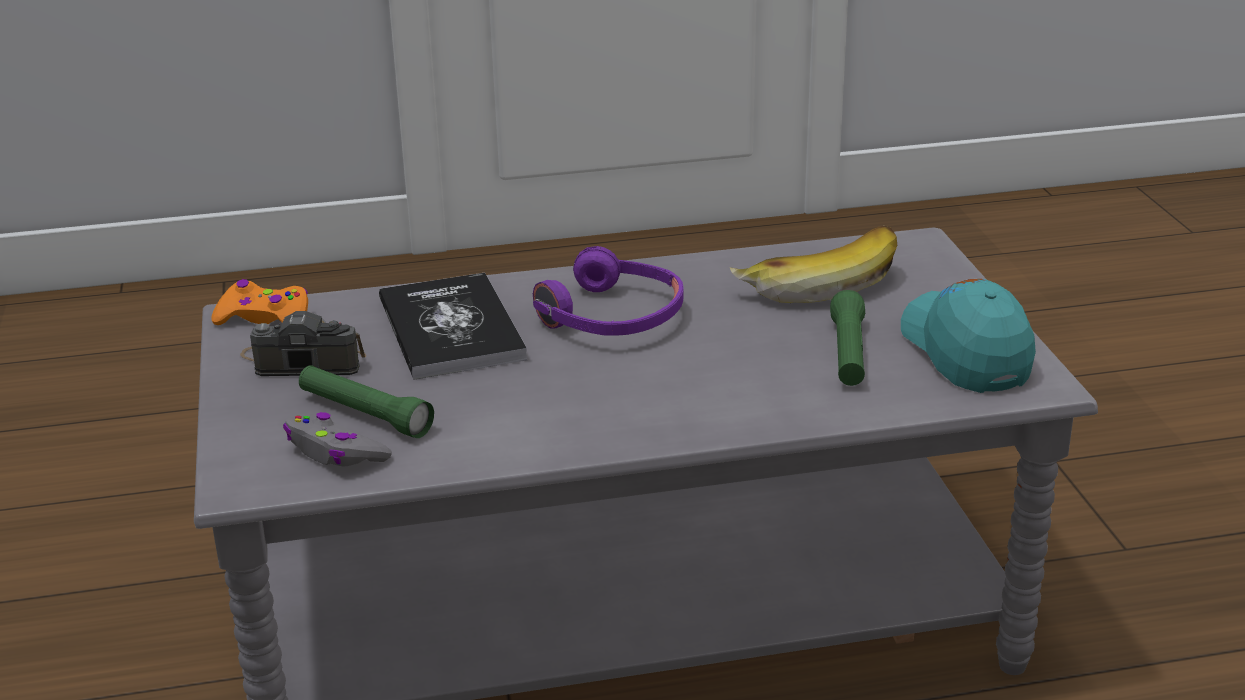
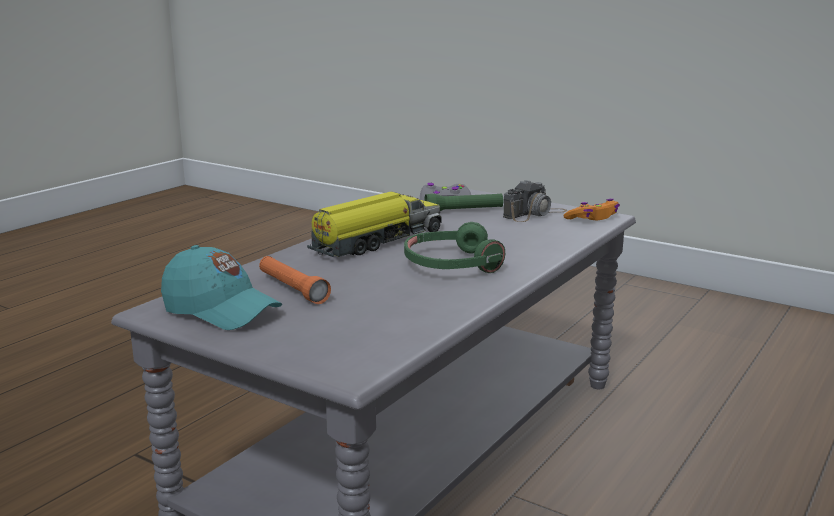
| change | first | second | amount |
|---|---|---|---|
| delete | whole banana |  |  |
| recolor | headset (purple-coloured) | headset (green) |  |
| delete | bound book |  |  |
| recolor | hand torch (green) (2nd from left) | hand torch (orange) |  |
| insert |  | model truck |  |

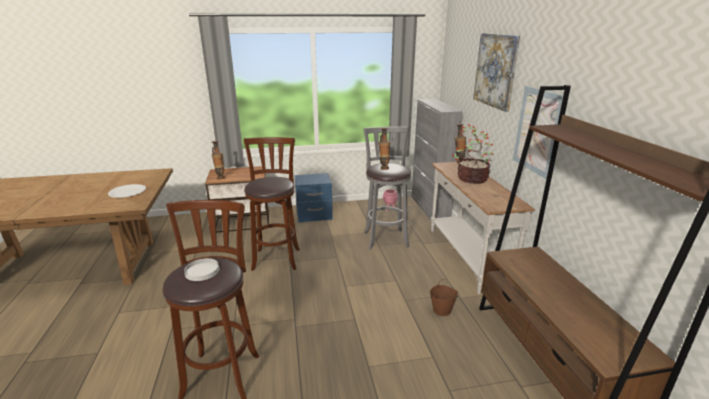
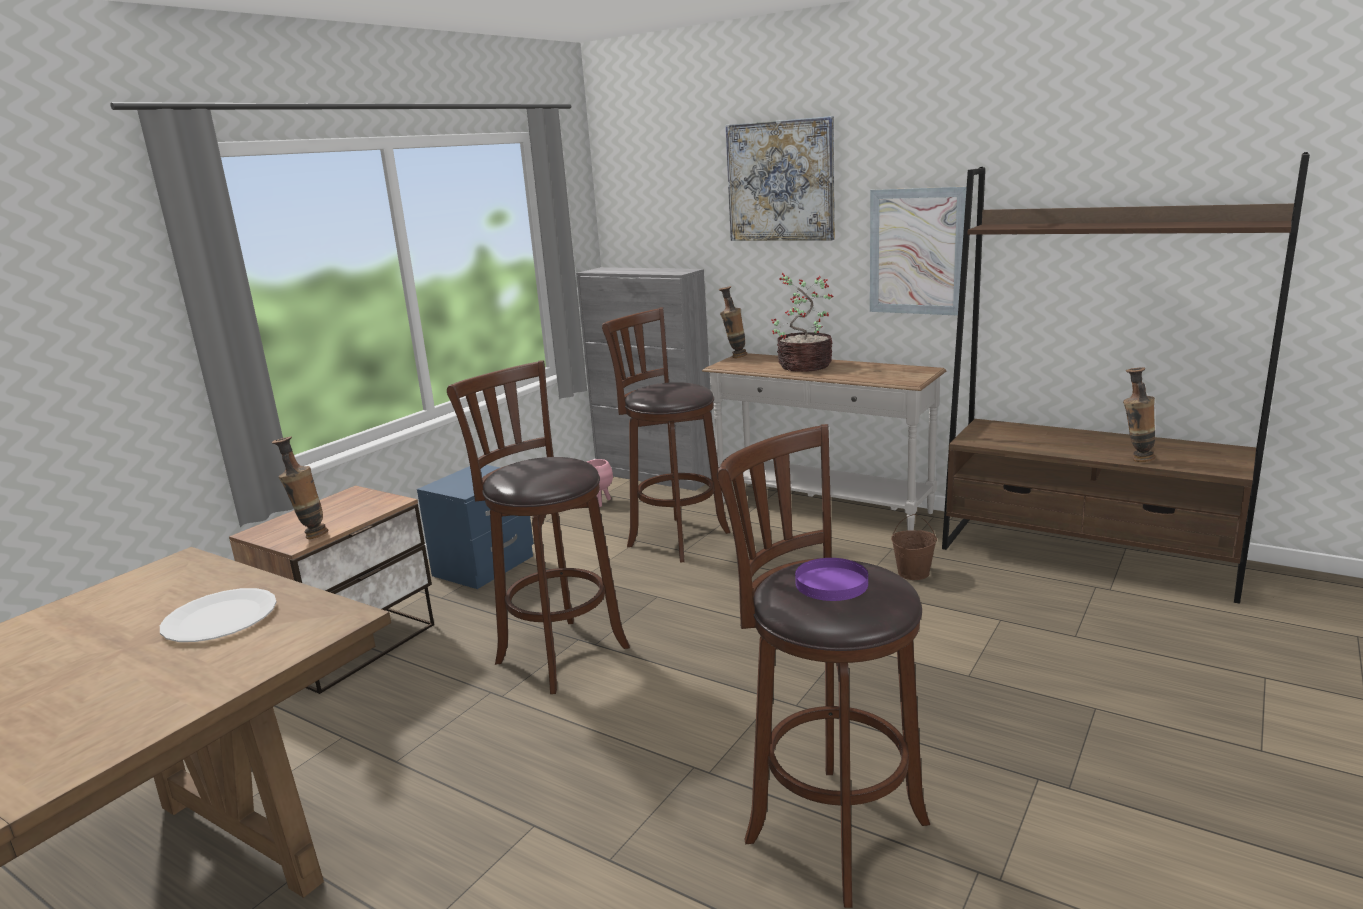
| change | first | second | amount |
|---|---|---|---|
| recolor | stool (gray) | stool (brownish) (2nd from left) |  |
| move | decorative vase (2nd from left in the first image) | decorative vase (3rd from left) |  |
| recolor | plate (white) (2nd from left) | plate (purple-coloured) |  |

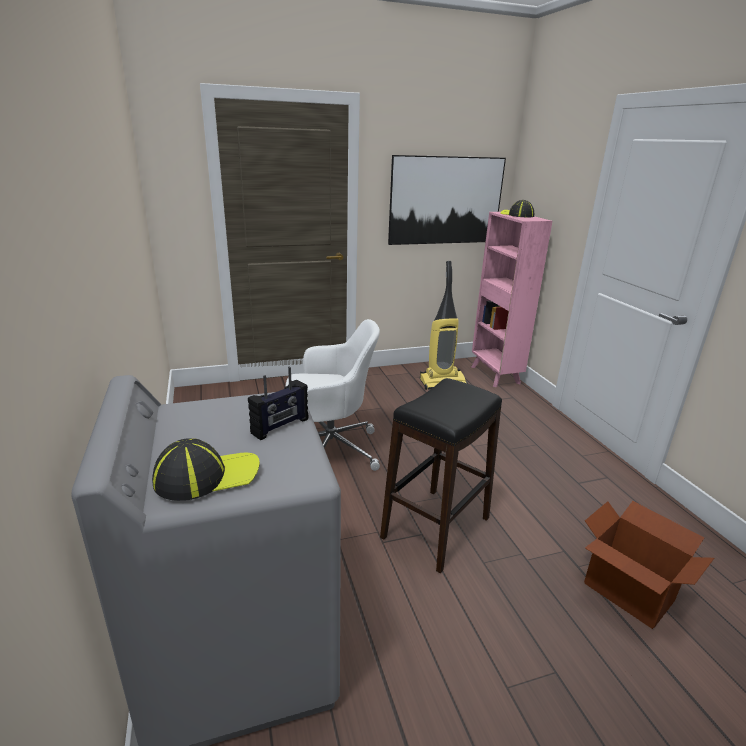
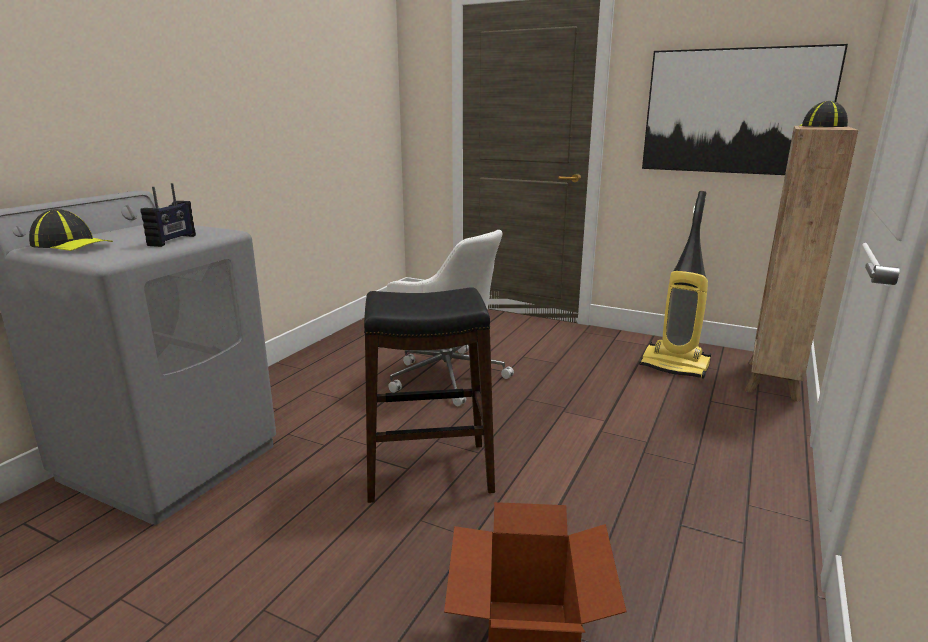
| change | first | second | amount |
|---|---|---|---|
| recolor | bookshelf (pink-coloured) | bookshelf (brownish) |  |
| rotate | radio set |  | 75 degrees counterclockwise |

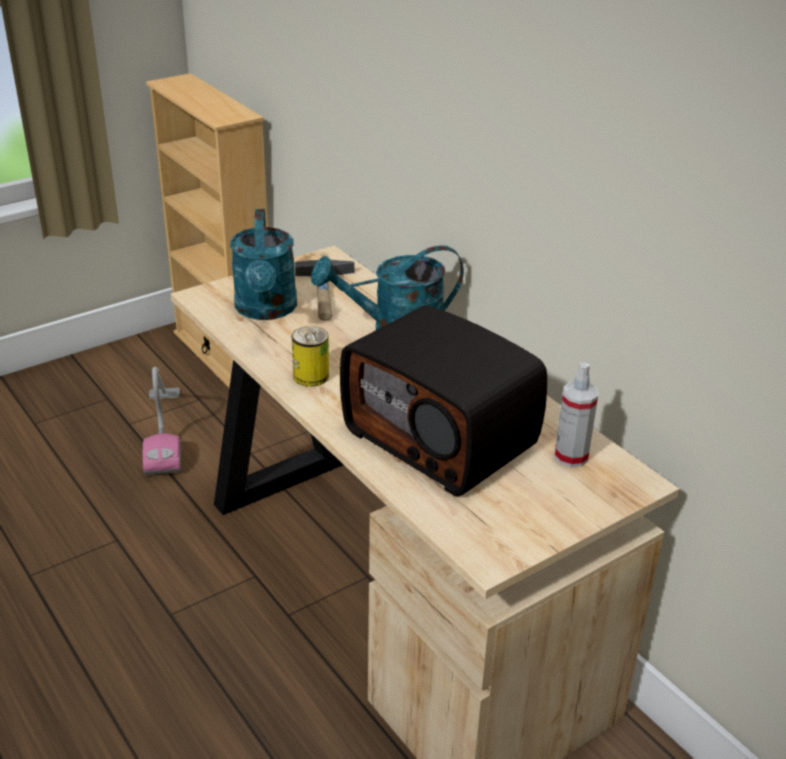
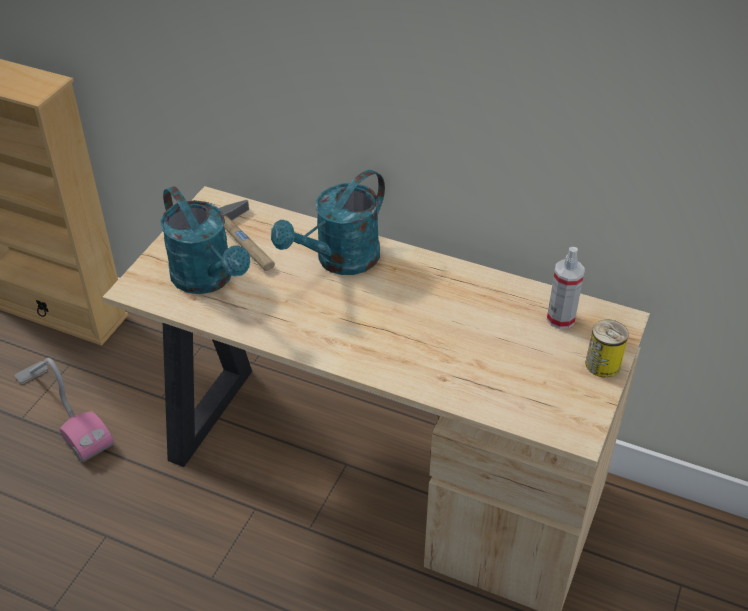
| change | first | second | amount |
|---|---|---|---|
| delete | radio set |  |  |
| move | sealed can |  |  |

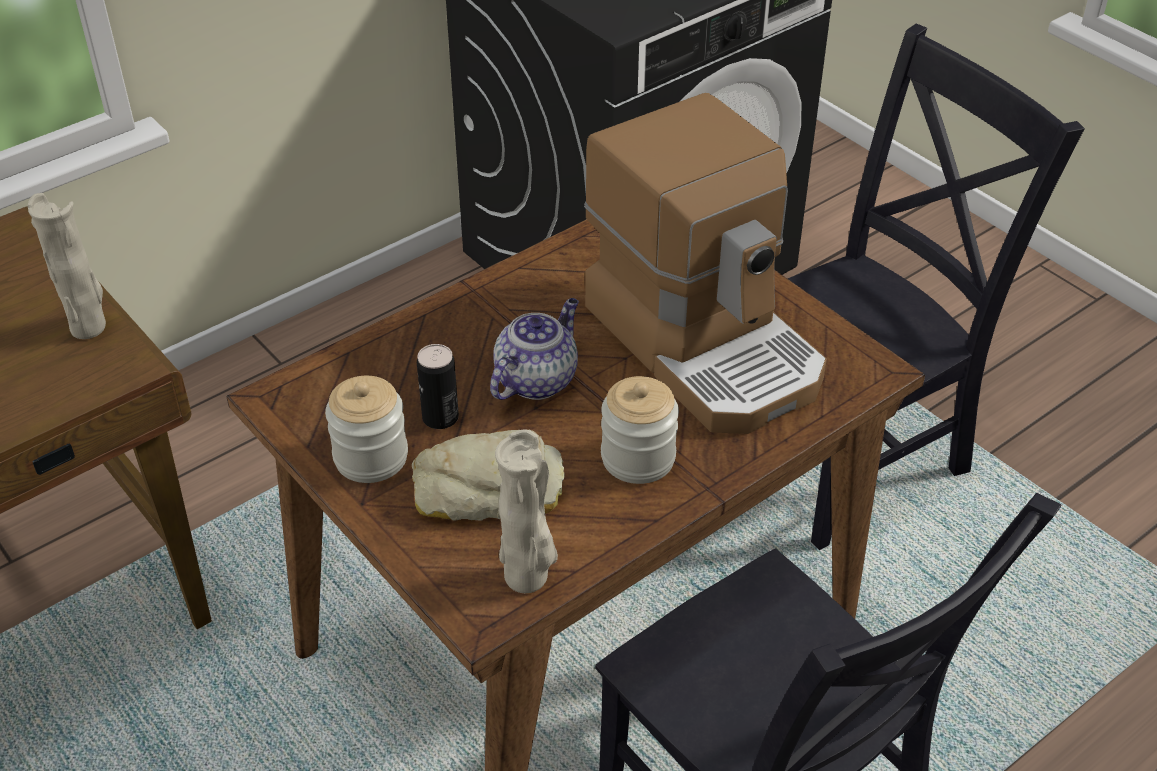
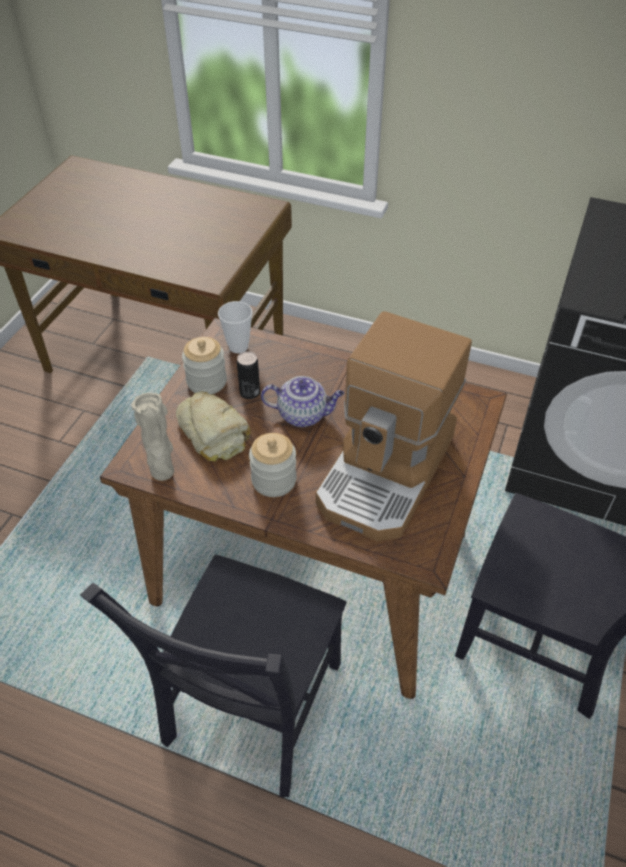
| change | first | second | amount |
|---|---|---|---|
| delete | decorative vase (beige) (1st from left) |  |  |
| insert |  | drinking cup |  |

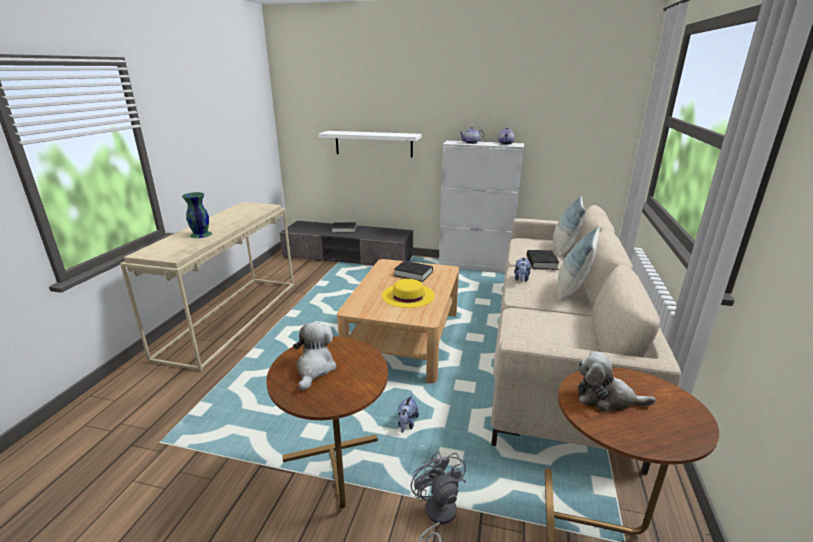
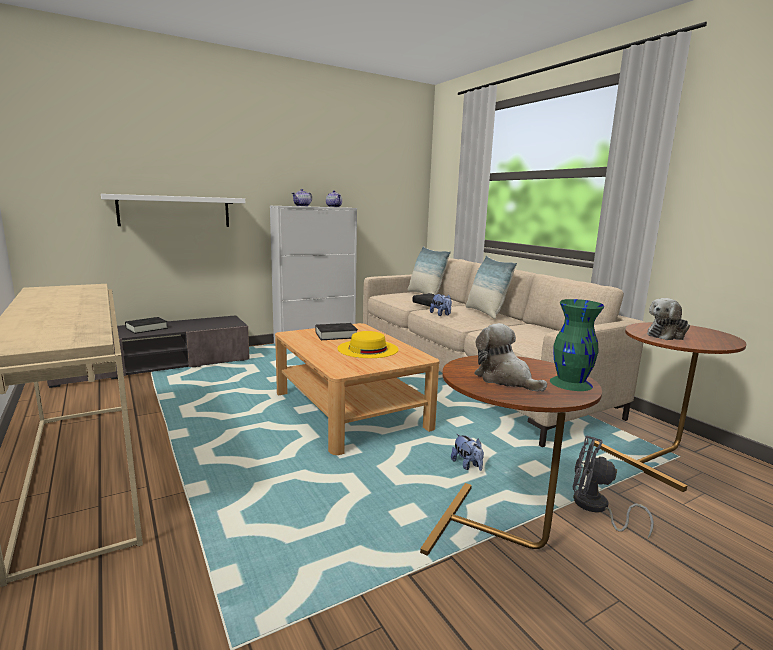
| change | first | second | amount |
|---|---|---|---|
| move | decorative vase (green) |  |  |

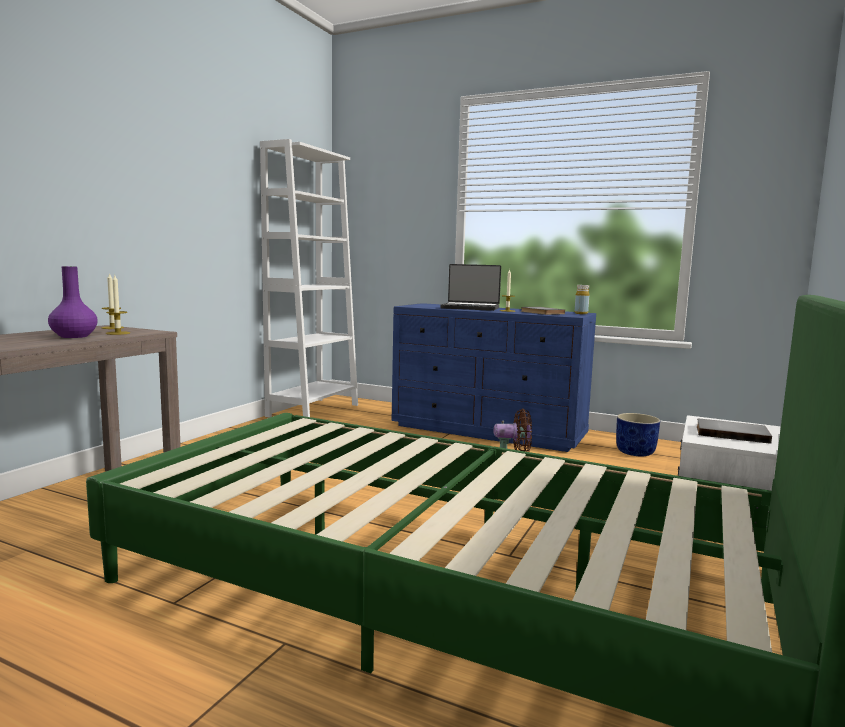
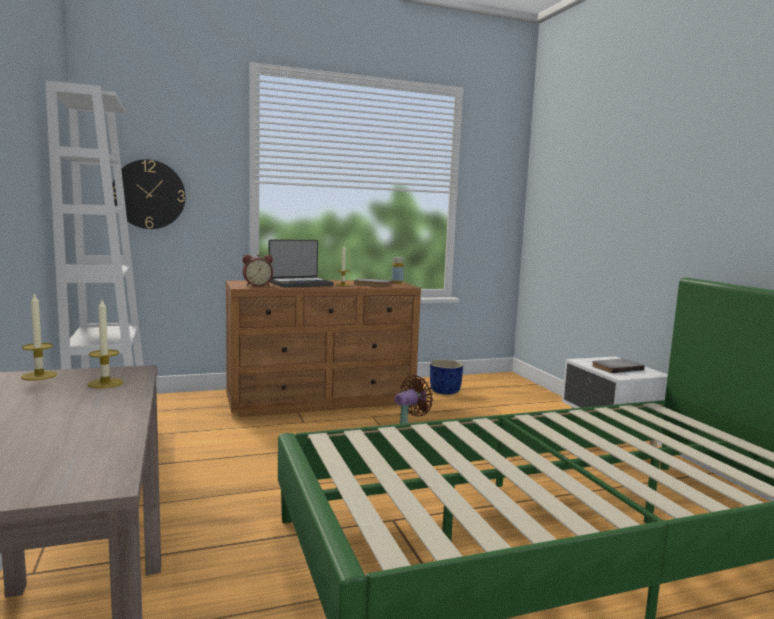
| change | first | second | amount |
|---|---|---|---|
| delete | decorative vase (purple-coloured) |  |  |
| recolor | chest of drawers (blue) | chest of drawers (brownish) |  |
| insert |  | clock on the wall |  |
| insert |  | alarm clock |  |

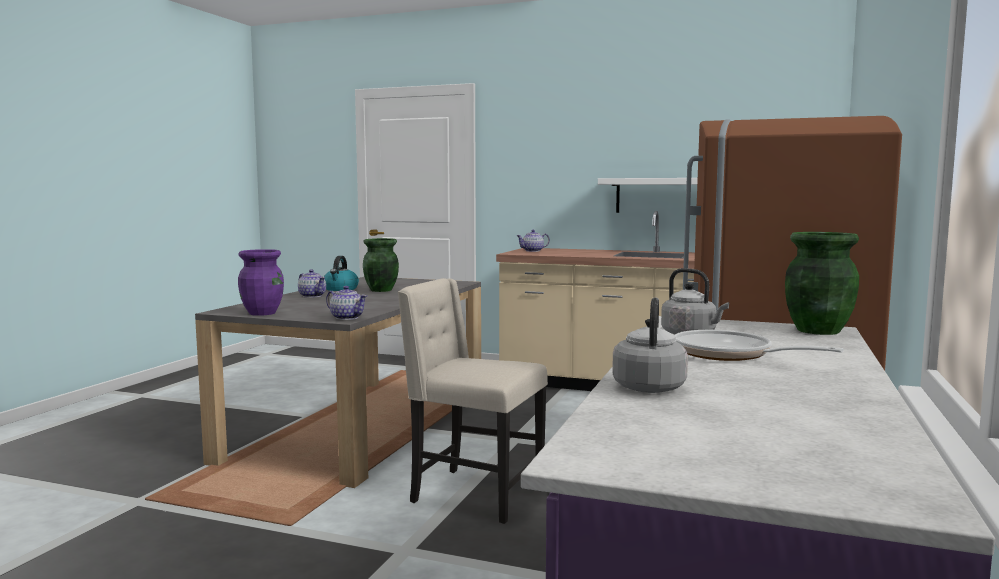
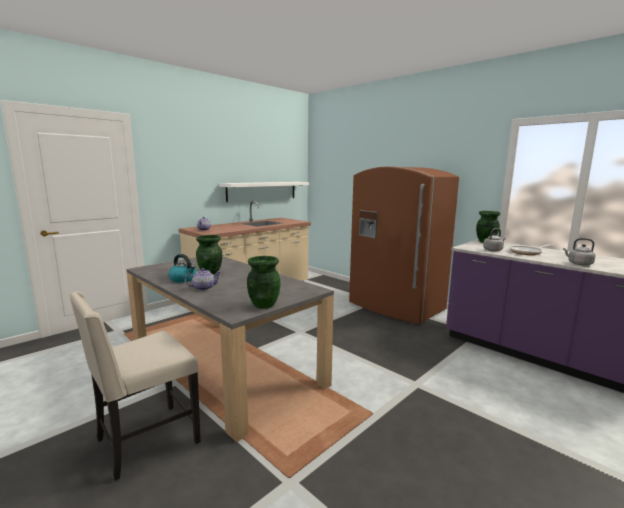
| change | first | second | amount |
|---|---|---|---|
| recolor | decorative vase (purple-coloured) | decorative vase (green) (2nd from left) |  |
| move | upright chair (beige) |  |  |
| delete | pot for tea (2nd from left) |  |  |

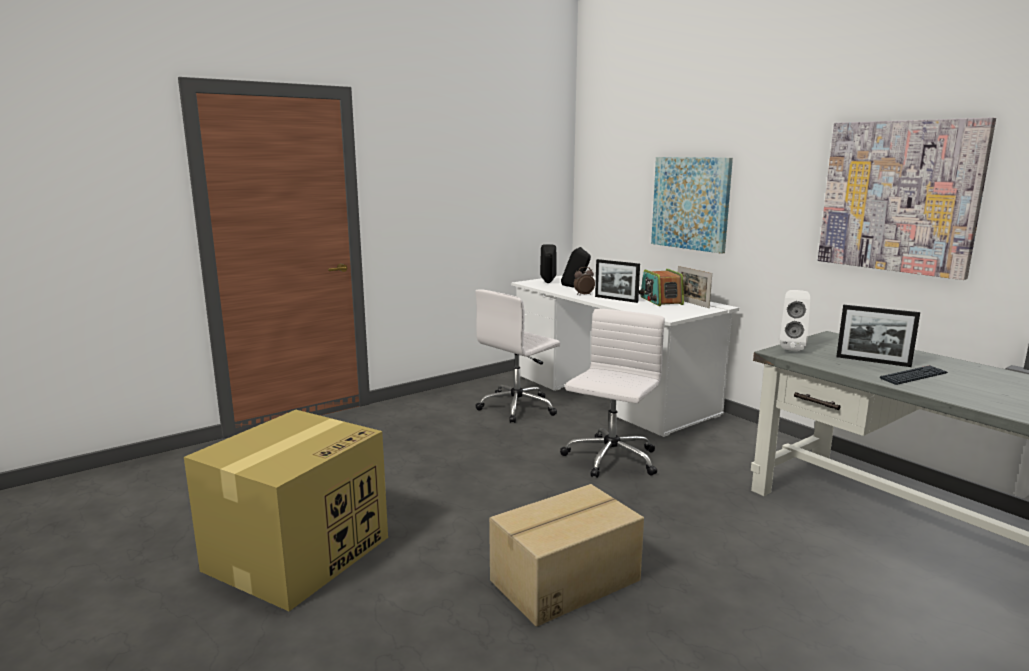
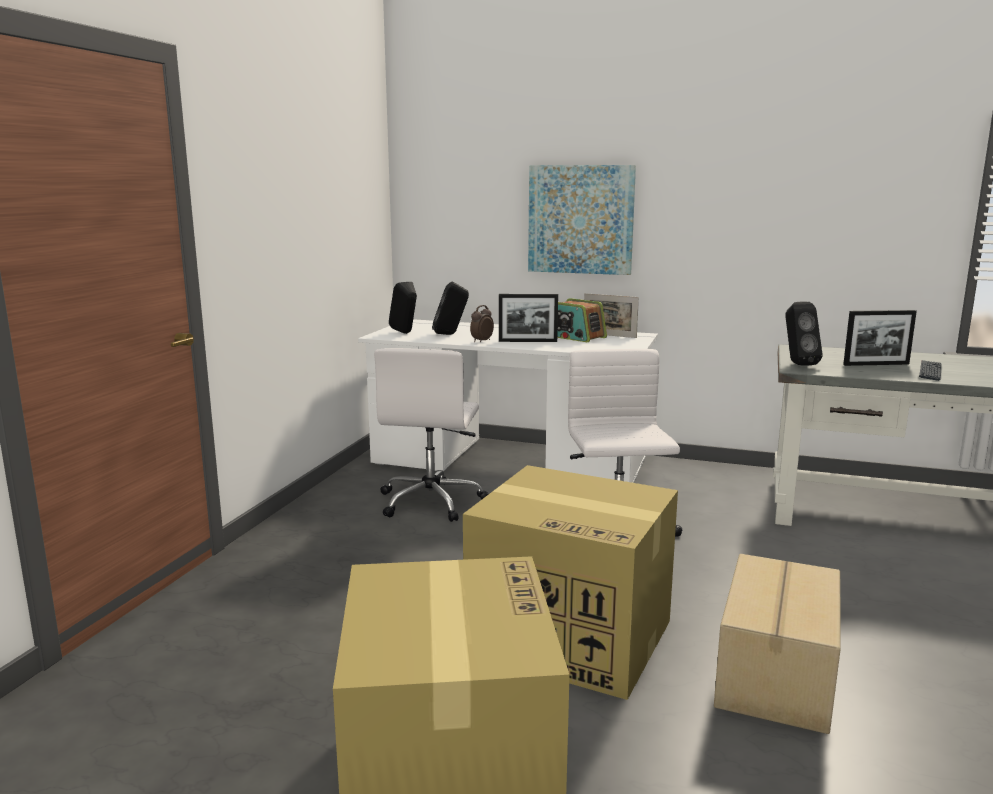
| change | first | second | amount |
|---|---|---|---|
| delete | wall picture (2nd from left) |  |  |
| recolor | loudspeaker (white) | loudspeaker (black-coloured) (3rd from left) |  |
| insert |  | packing box (2nd from left) |  |

